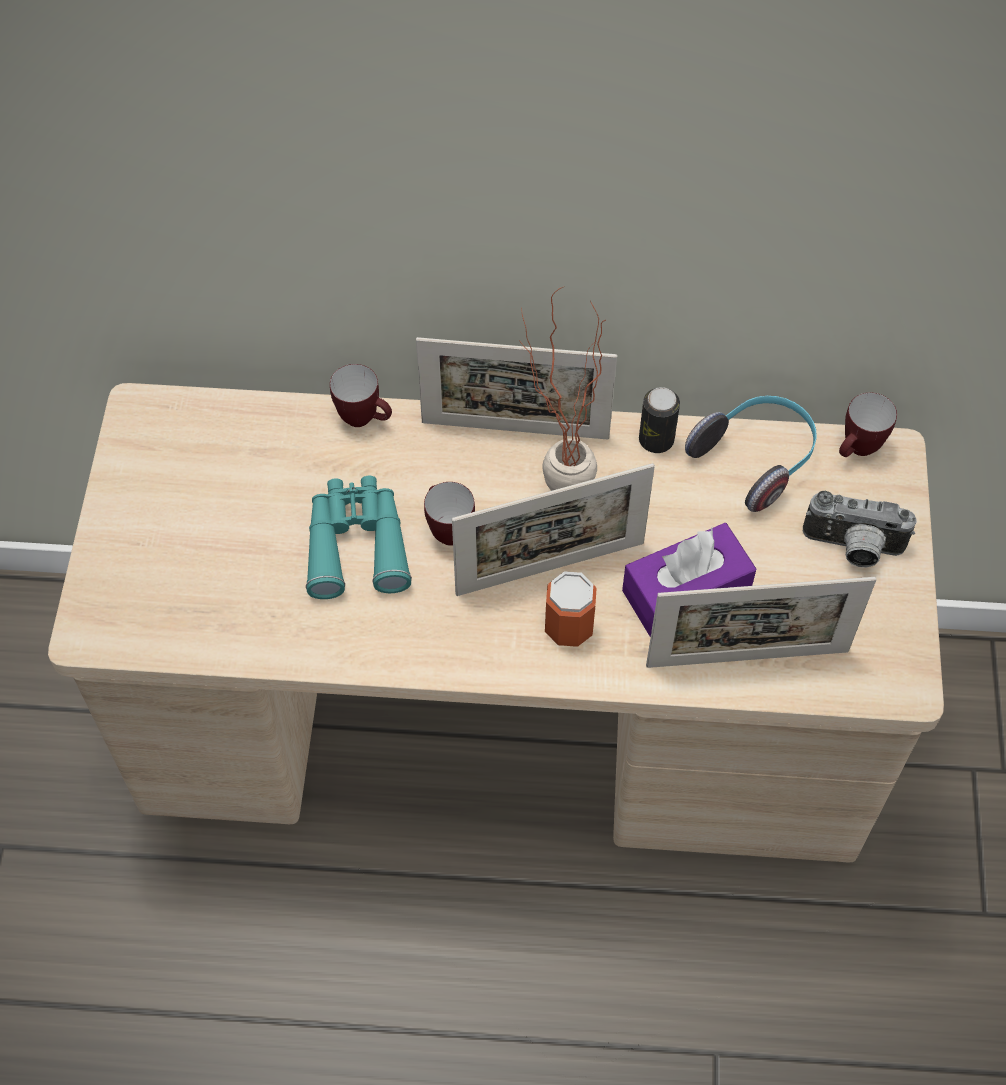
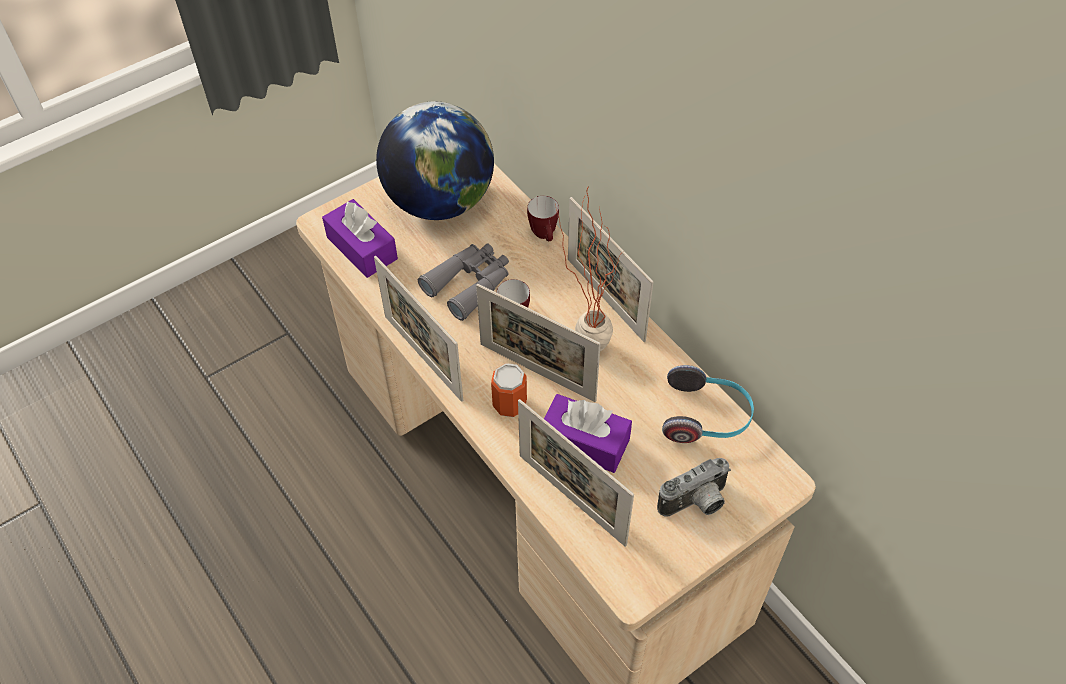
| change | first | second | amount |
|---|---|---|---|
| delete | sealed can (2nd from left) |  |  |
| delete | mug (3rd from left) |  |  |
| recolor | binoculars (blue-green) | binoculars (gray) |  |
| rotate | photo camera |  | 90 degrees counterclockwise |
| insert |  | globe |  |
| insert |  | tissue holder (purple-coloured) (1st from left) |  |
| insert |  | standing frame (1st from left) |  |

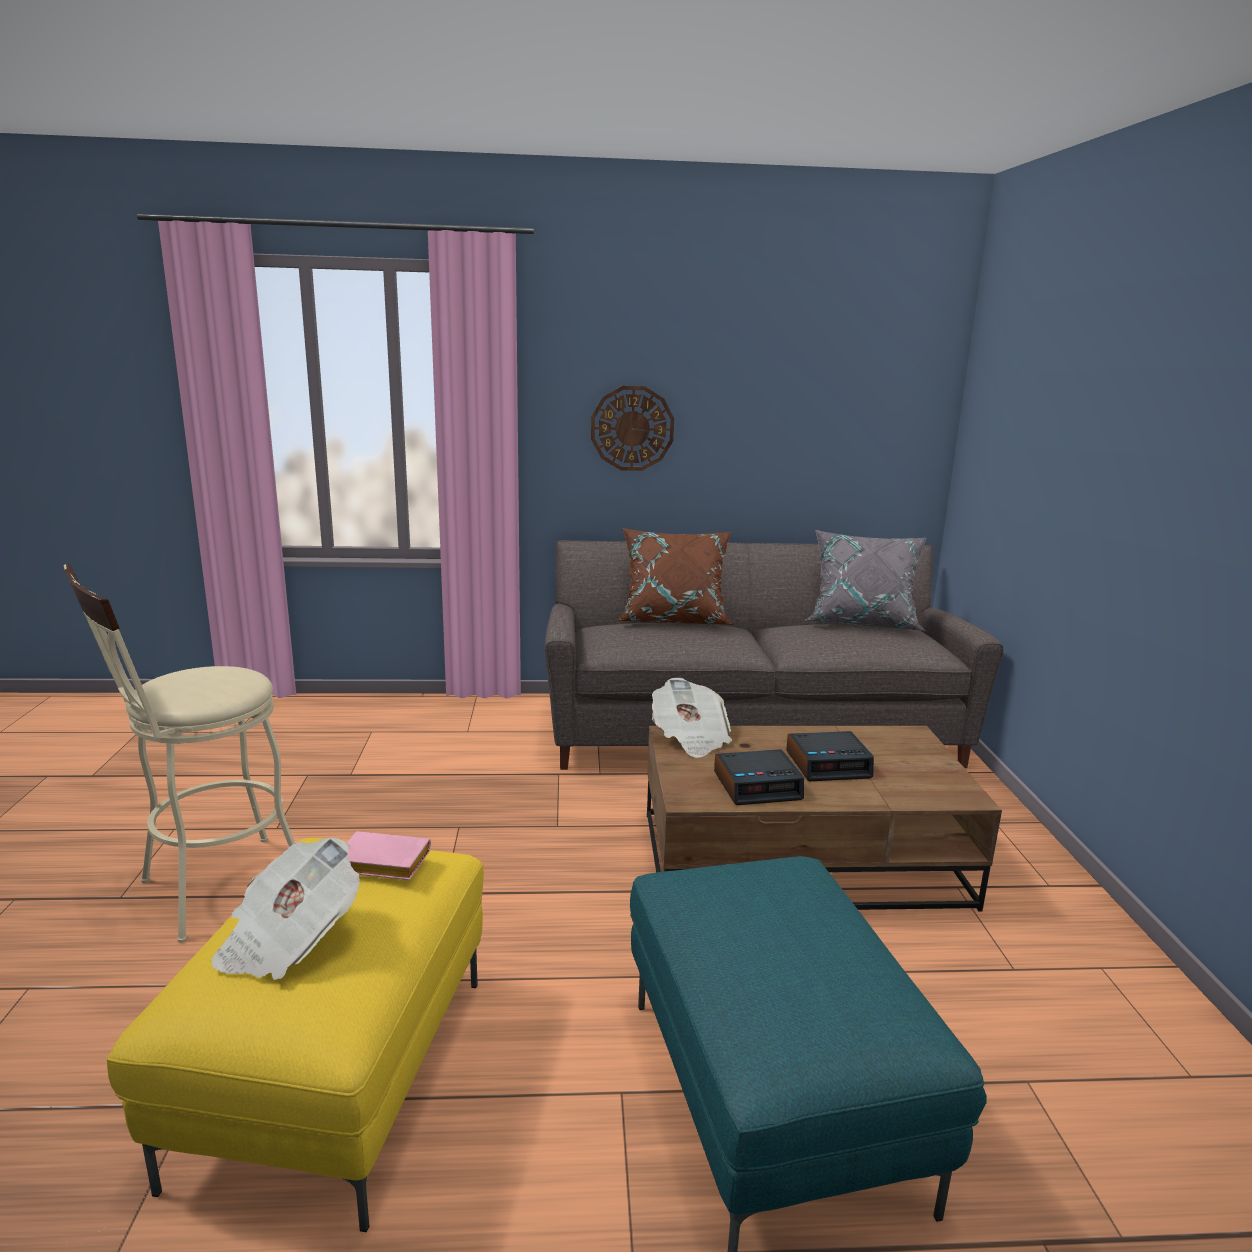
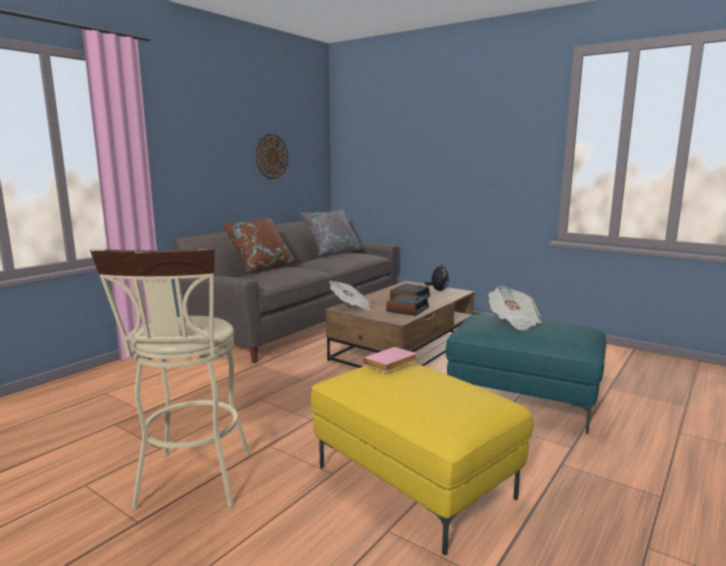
| change | first | second | amount |
|---|---|---|---|
| move | clock on the wall |  |  |
| move | daily paper (1st from left in the first image) | daily paper (2nd from left) |  |
| insert |  | cuddly toy |  |

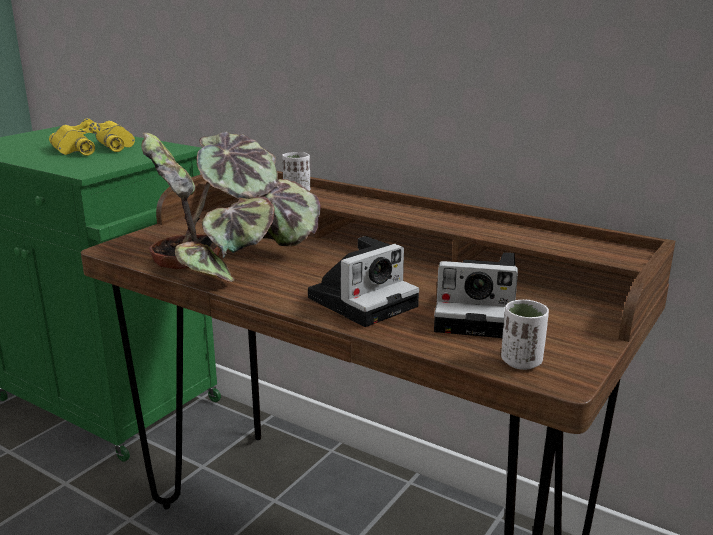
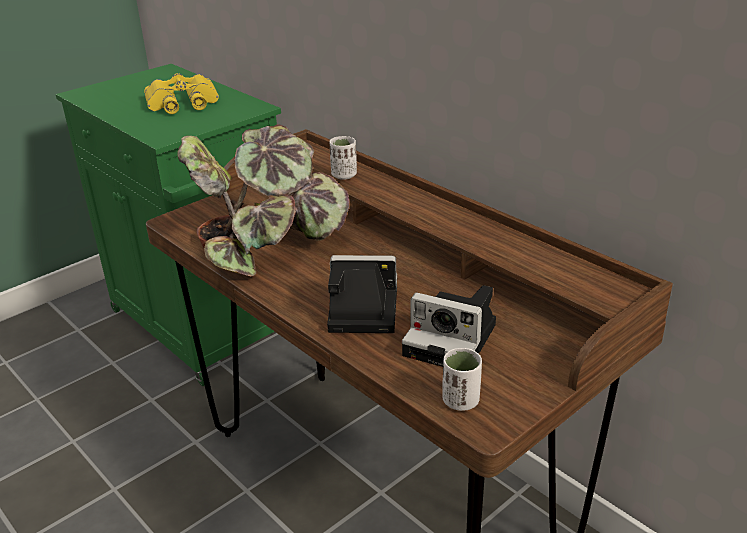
| change | first | second | amount |
|---|---|---|---|
| rotate | photo camera (1st from left) |  | 150 degrees counterclockwise |

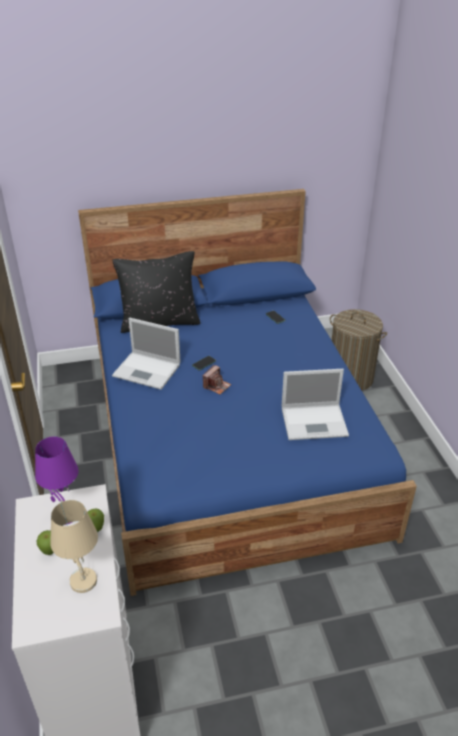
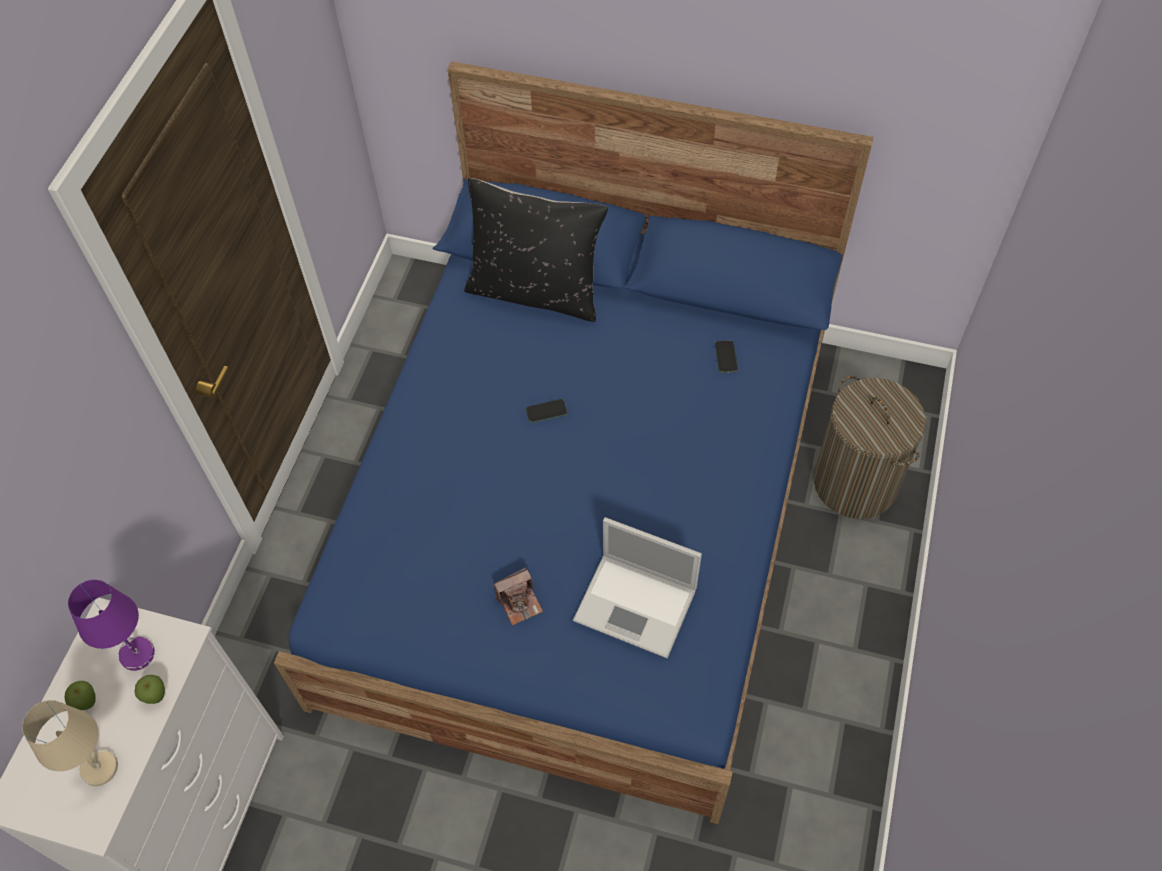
| change | first | second | amount |
|---|---|---|---|
| delete | notebook computer (1st from left) |  |  |
| move | photo camera |  |  |

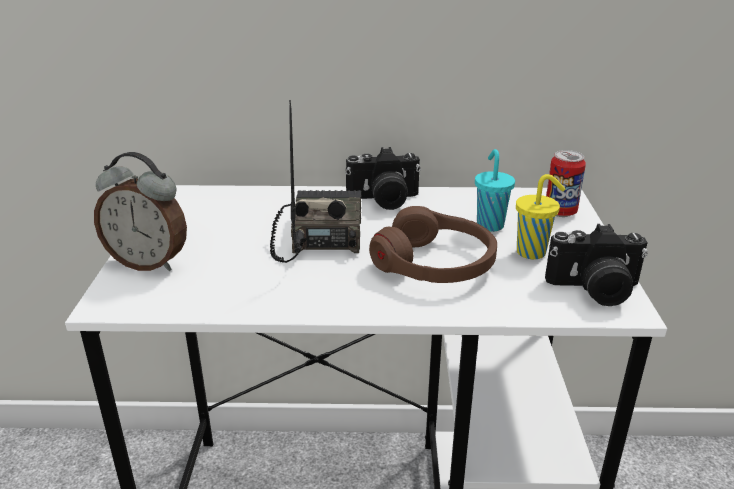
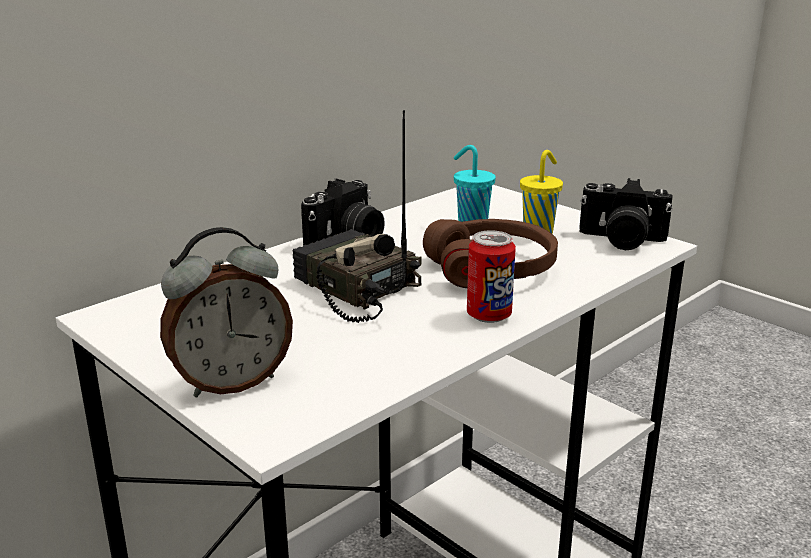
| change | first | second | amount |
|---|---|---|---|
| move | sealed can |  |  |
| rotate | photo camera (2nd from left) |  | 60 degrees clockwise |

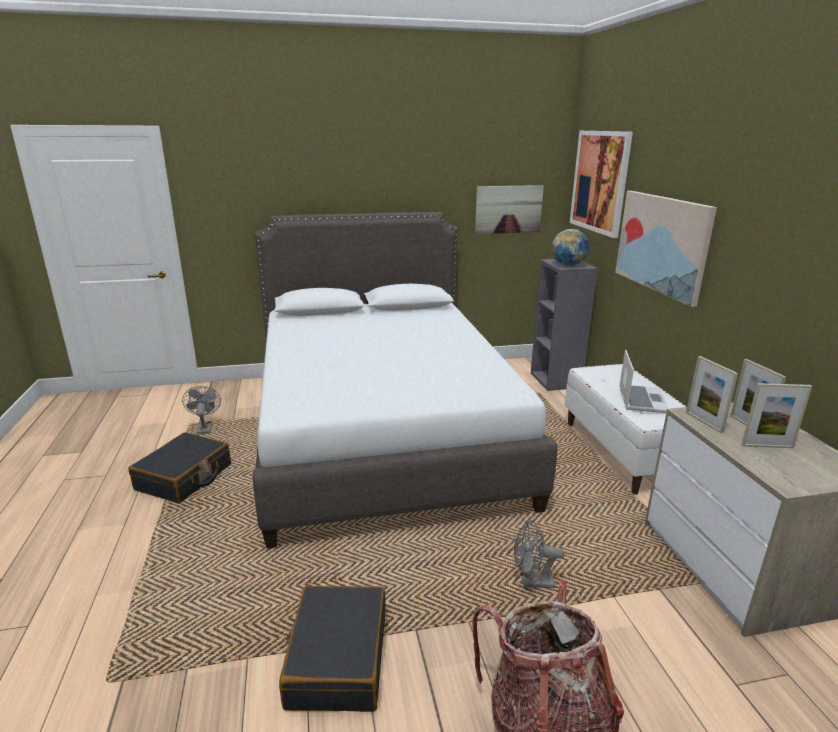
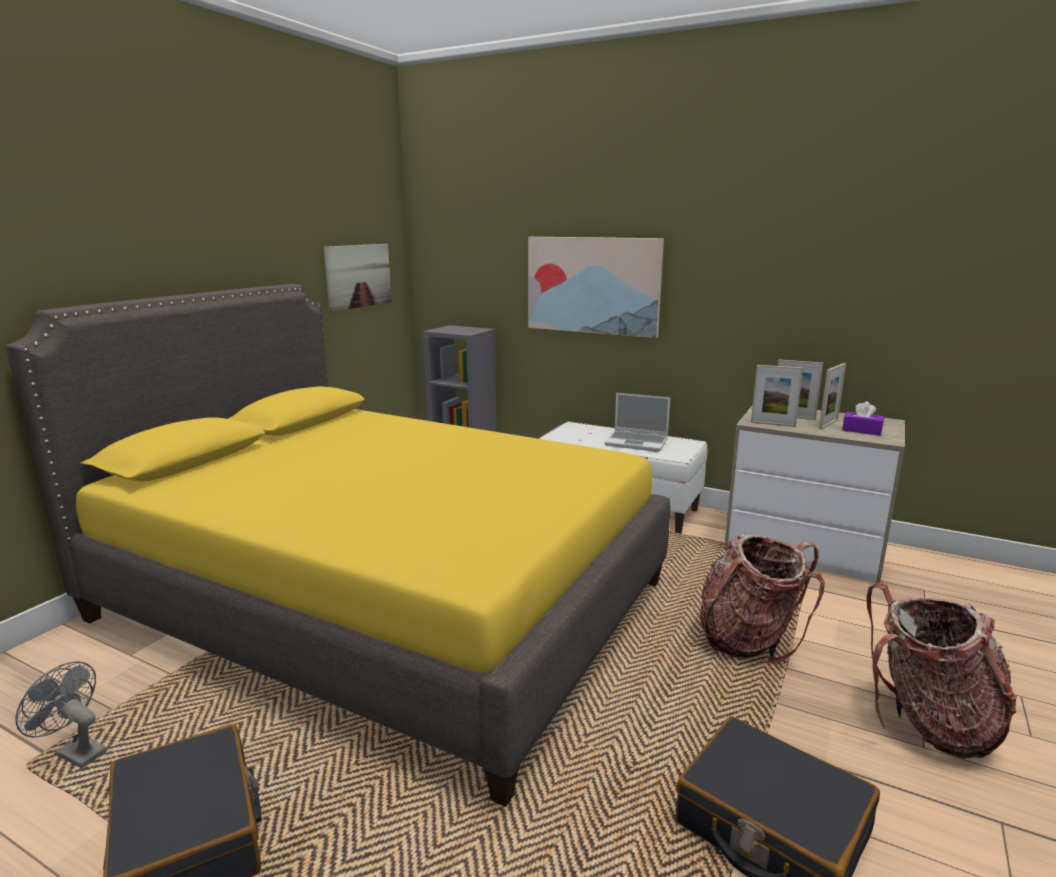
| change | first | second | amount |
|---|---|---|---|
| delete | wall picture (2nd from left) |  |  |
| recolor | bed (white) | bed (yellow) |  |
| delete | globe |  |  |
| rotate | notebook computer |  | 150 degrees clockwise |
| replace | fan (gray) (2nd from left) | rucksack (1st from left) |  |
| insert |  | tissue holder (purple-coloured) |  |

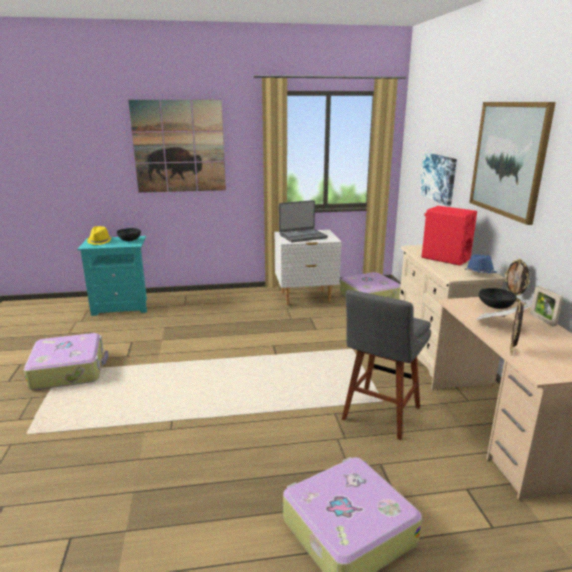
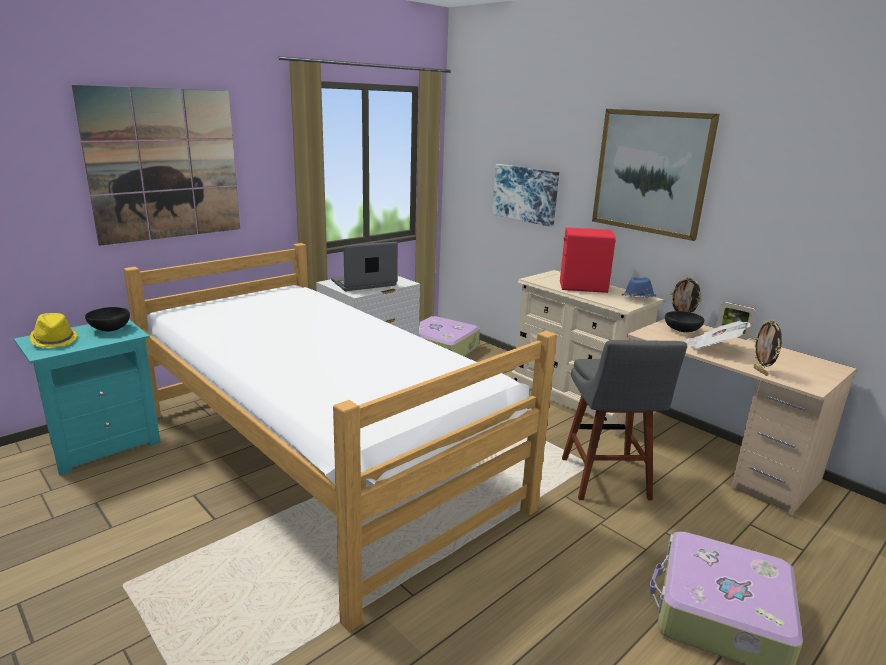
| change | first | second | amount |
|---|---|---|---|
| rotate | notebook computer |  | 150 degrees counterclockwise |
| delete | piece of luggage (1st from left) |  |  |
| insert |  | bed |  |

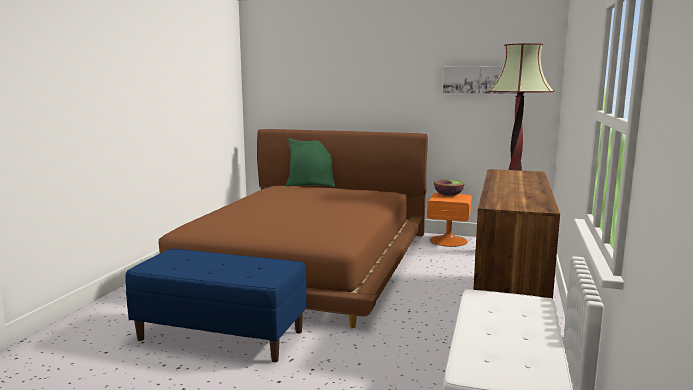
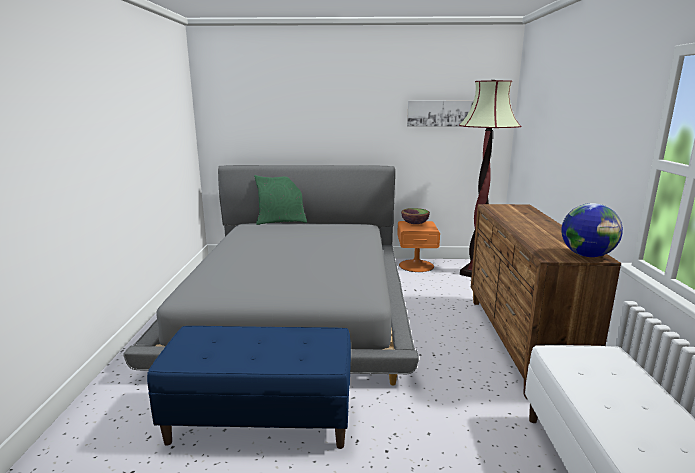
| change | first | second | amount |
|---|---|---|---|
| recolor | bed (brownish) | bed (gray) |  |
| insert |  | globe |  |

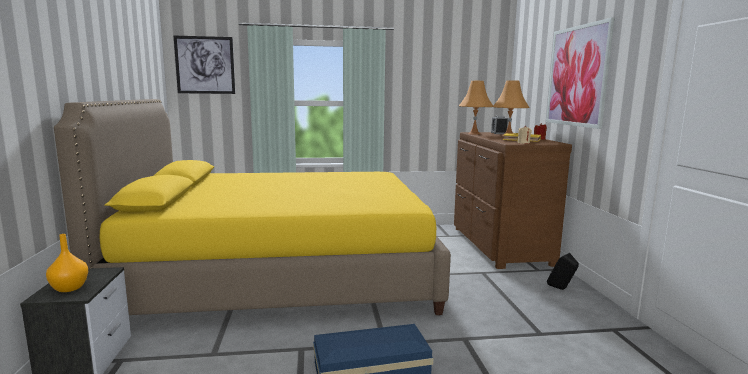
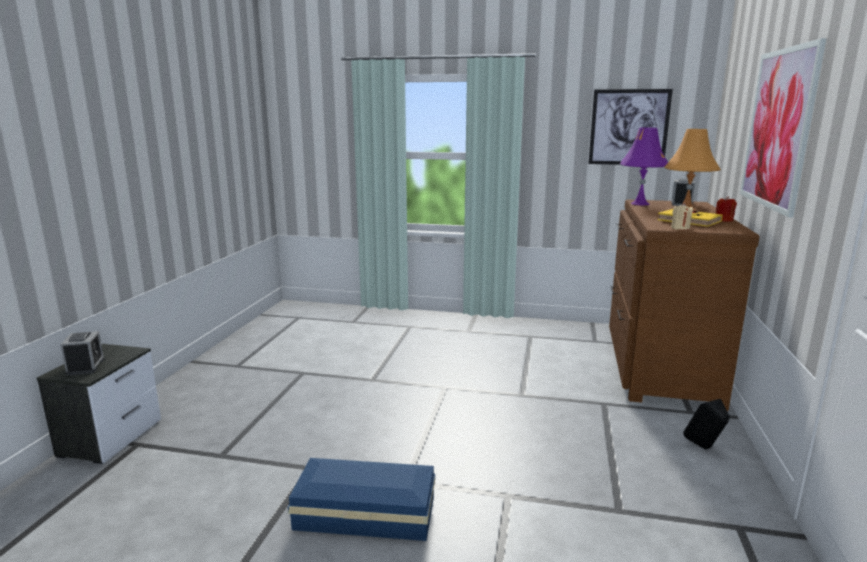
| change | first | second | amount |
|---|---|---|---|
| move | wall picture (1st from left) |  |  |
| recolor | tabletop lamp (orange) (1st from left) | tabletop lamp (purple-coloured) |  |
| delete | bed (yellow) |  |  |
| replace | decorative vase (orange) | alarm clock (1st from left) |  |

